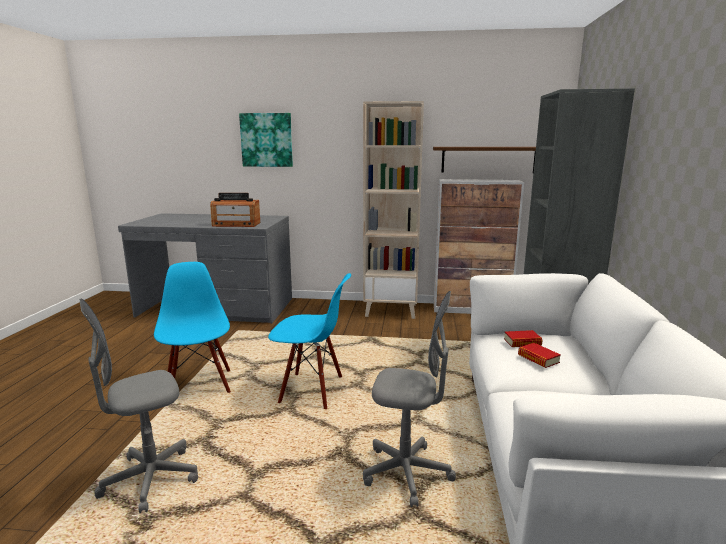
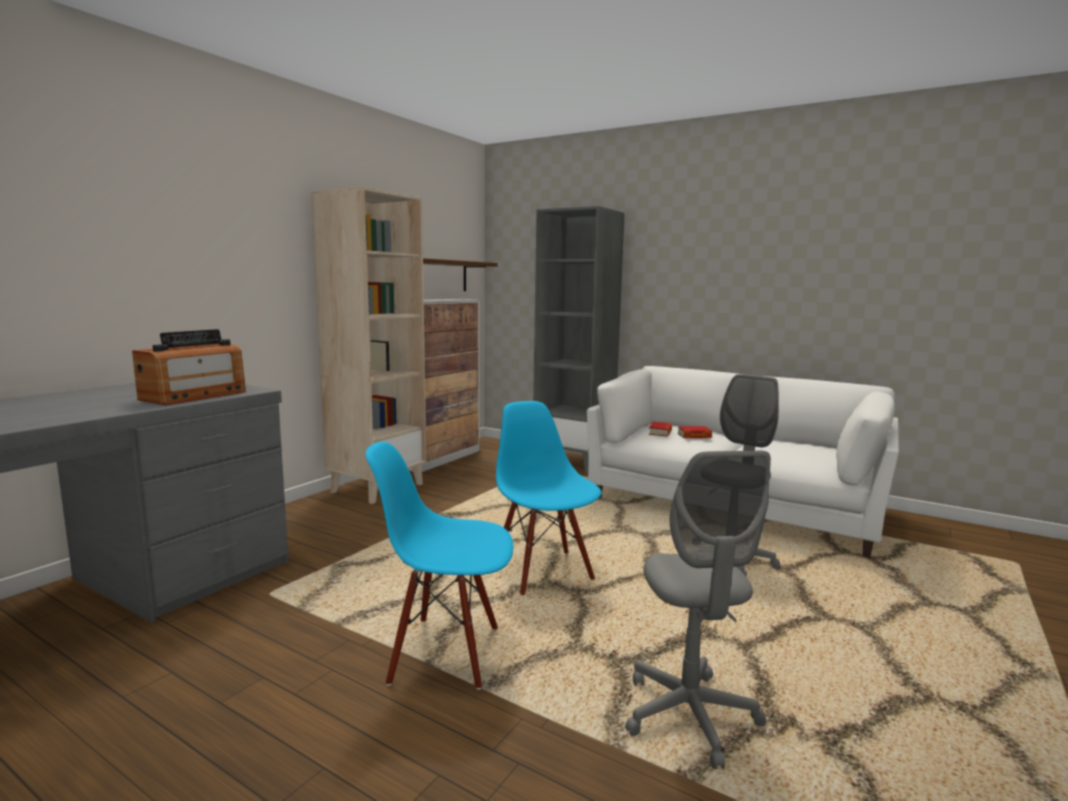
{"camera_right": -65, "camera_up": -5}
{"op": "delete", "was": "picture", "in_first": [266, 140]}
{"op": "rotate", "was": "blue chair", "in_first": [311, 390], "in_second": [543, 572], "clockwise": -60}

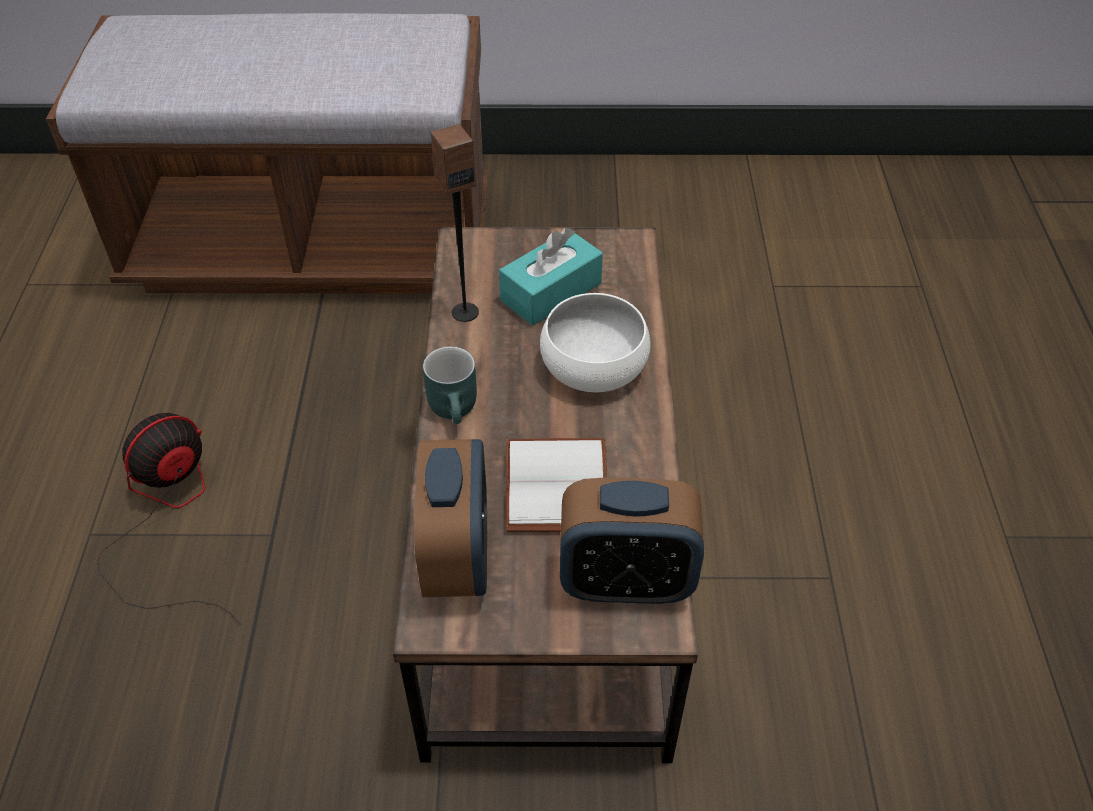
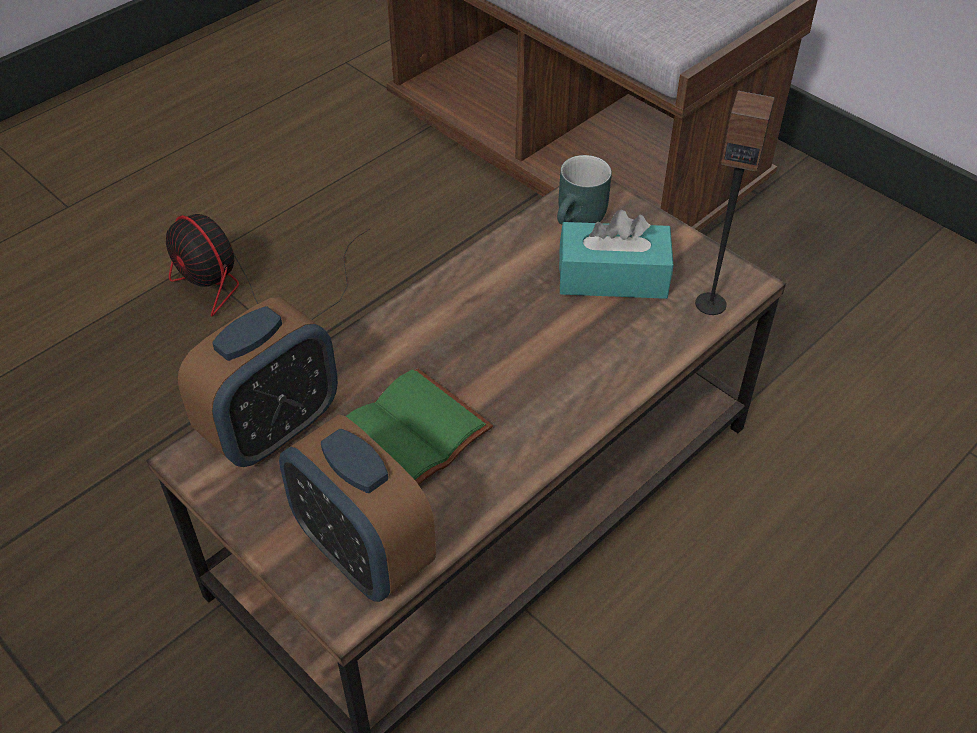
{"camera_right": 45, "camera_up": 0}
{"op": "move", "was": "speaker", "in_first": [465, 312], "in_second": [711, 303]}
{"op": "delete", "was": "white bowl", "in_first": [594, 366]}
{"op": "move", "was": "turquoise mug", "in_first": [457, 409], "in_second": [581, 220]}
{"op": "rotate", "was": "fan", "in_first": [169, 518], "in_second": [249, 288], "clockwise": -135}
{"op": "recolor", "was": "white book", "now": "green book", "in_first": [560, 488], "in_second": [411, 438]}

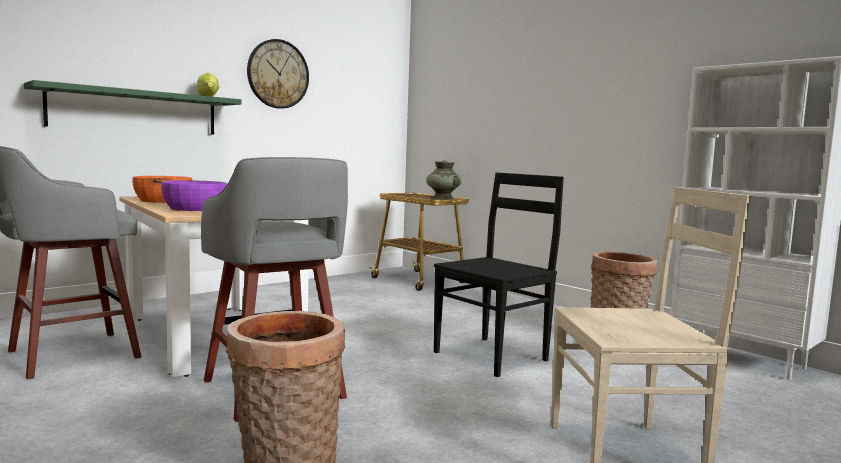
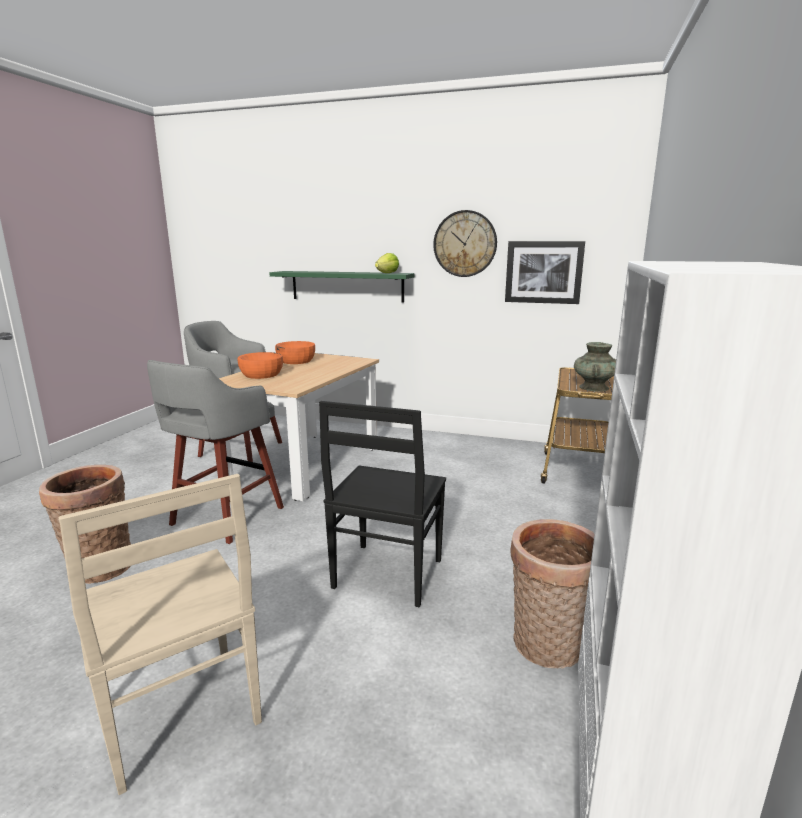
{"camera_right": 60, "camera_up": 10}
{"op": "rotate", "was": "black chair", "in_first": [492, 355], "in_second": [386, 575], "clockwise": 90}
{"op": "recolor", "was": "purple bowl", "now": "orange bowl", "in_first": [194, 208], "in_second": [261, 374]}
{"op": "insert", "now": "picture", "in_second": [543, 272]}

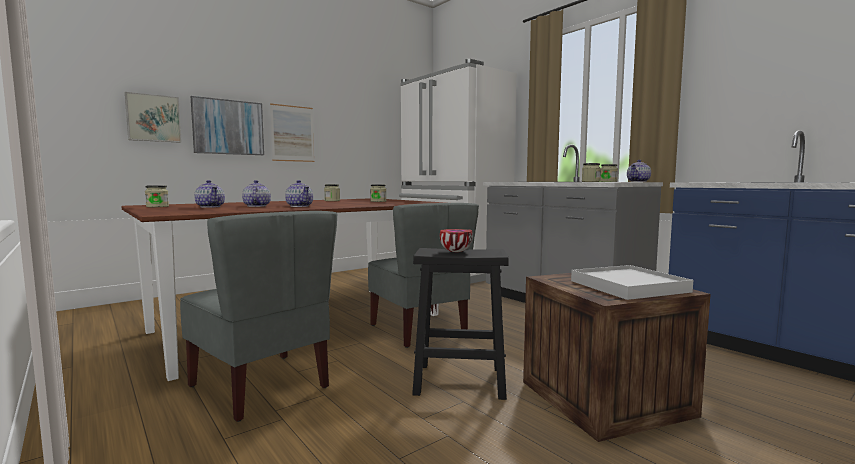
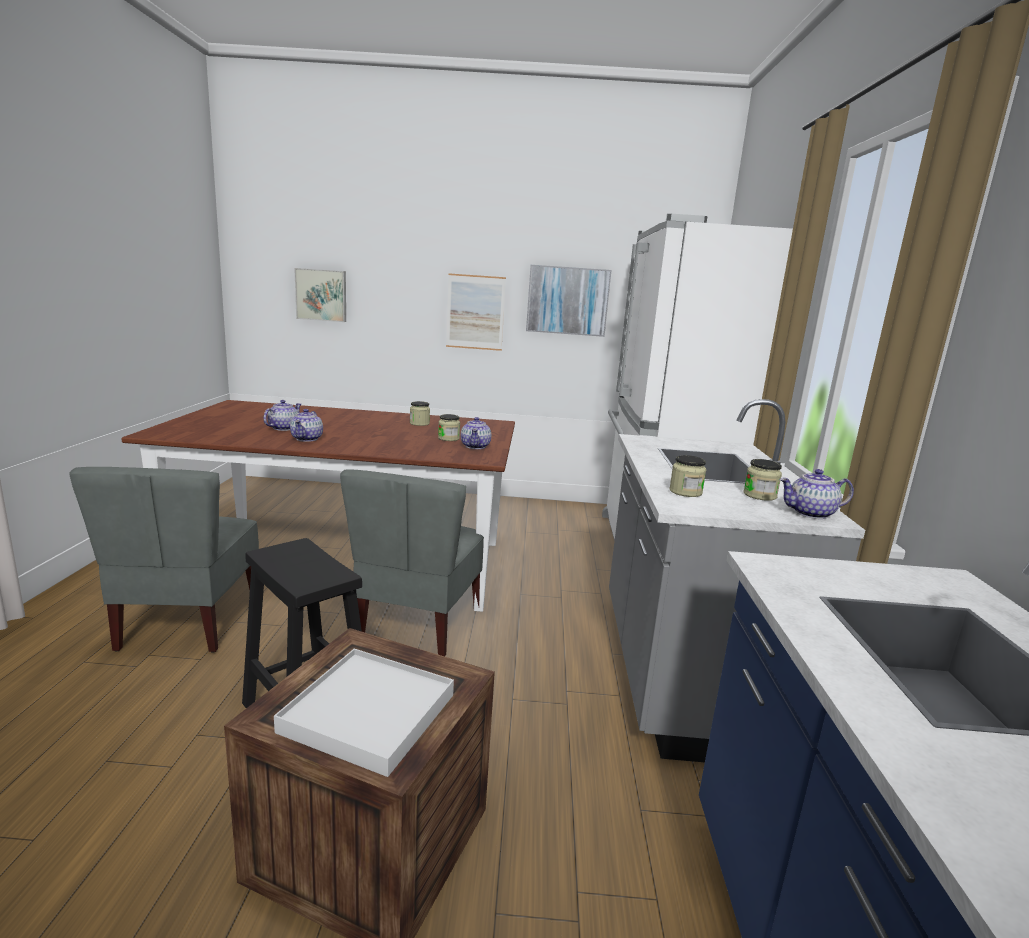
{"camera_right": 40, "camera_up": 10}
{"op": "move", "was": "picture", "in_first": [228, 127], "in_second": [567, 301]}
{"op": "move", "was": "teapot", "in_first": [210, 207], "in_second": [475, 446]}
{"op": "delete", "was": "jar", "in_first": [157, 206]}
{"op": "delete", "was": "bowl", "in_first": [455, 251]}

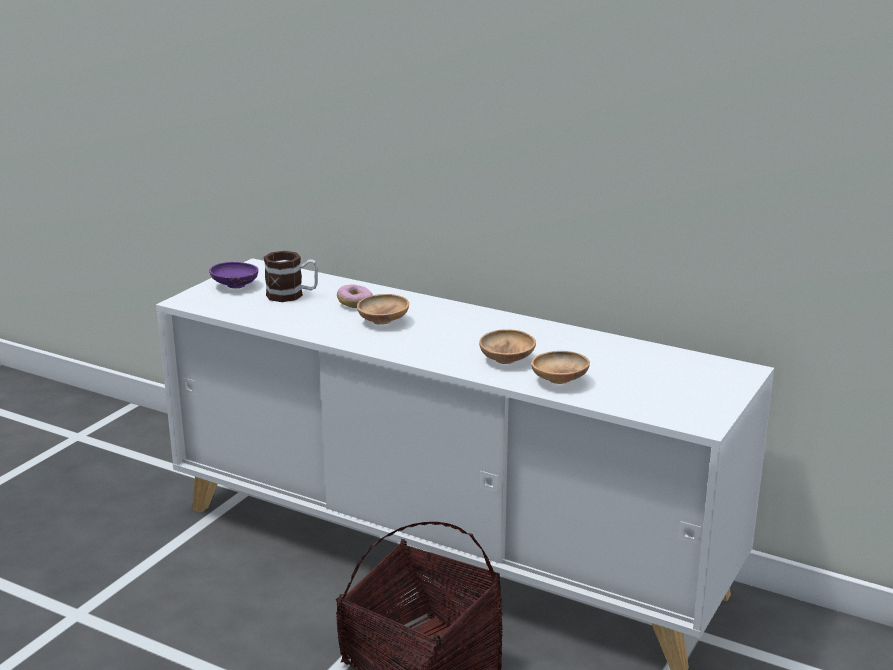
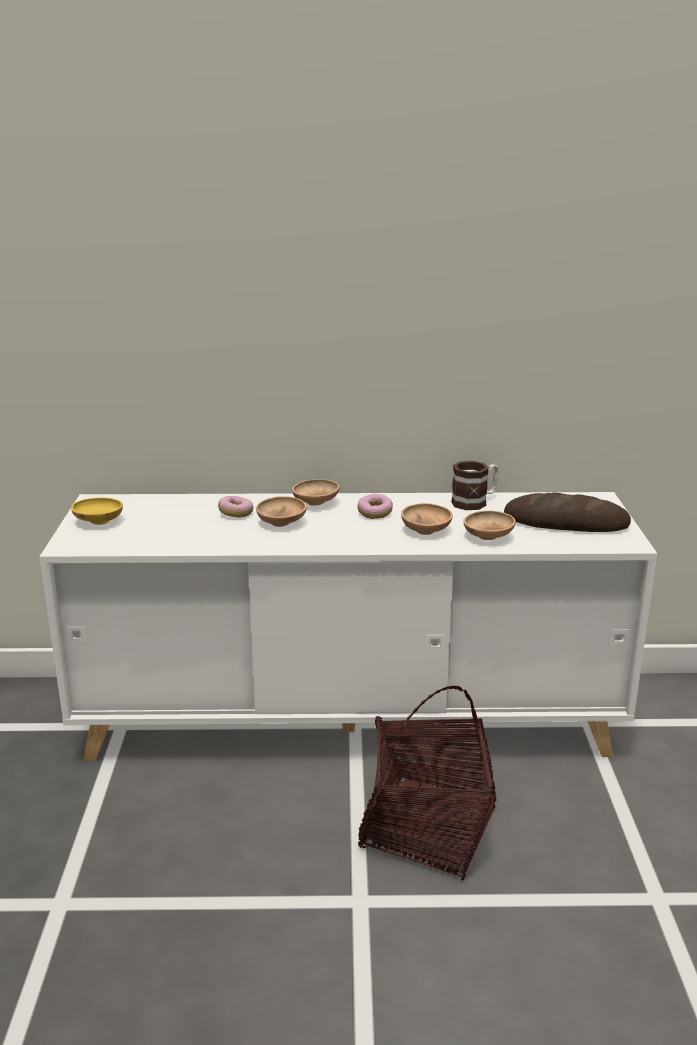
{"camera_right": -30, "camera_up": 0}
{"op": "move", "was": "mug", "in_first": [292, 295], "in_second": [475, 502]}
{"op": "recolor", "was": "purple bowl", "now": "yellow bowl", "in_first": [234, 285], "in_second": [98, 522]}
{"op": "insert", "now": "brown bowl", "in_second": [315, 503]}
{"op": "insert", "now": "bread", "in_second": [565, 522]}
{"op": "insert", "now": "donut", "in_second": [374, 513]}

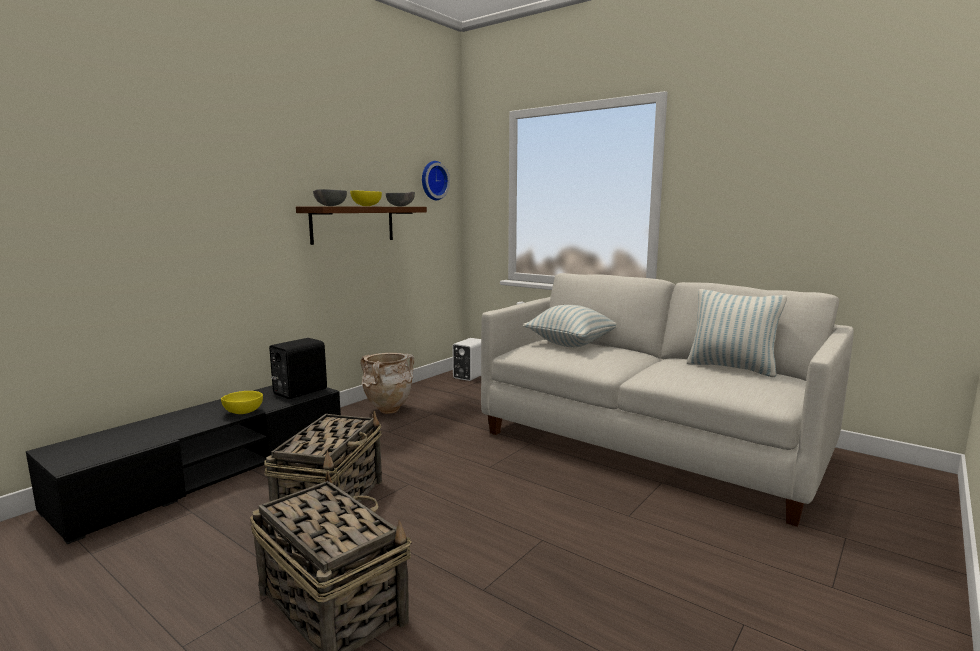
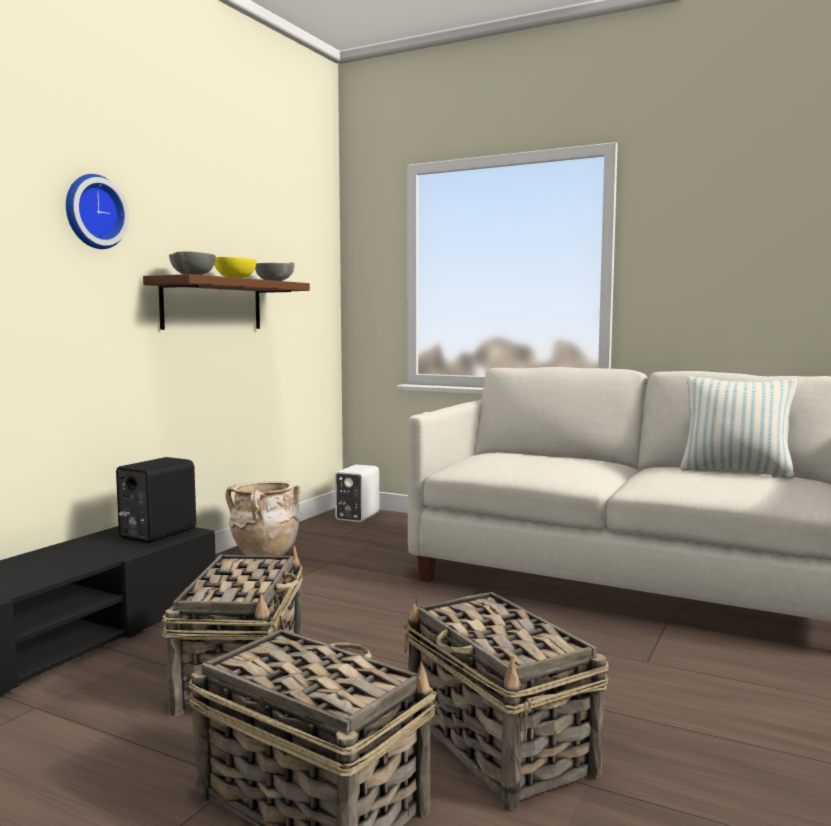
{"camera_right": -10, "camera_up": -5}
{"op": "move", "was": "wall clock", "in_first": [433, 180], "in_second": [93, 212]}
{"op": "delete", "was": "pillow", "in_first": [571, 344]}
{"op": "delete", "was": "yellow bowl", "in_first": [242, 412]}
{"op": "insert", "now": "basket", "in_second": [500, 746]}

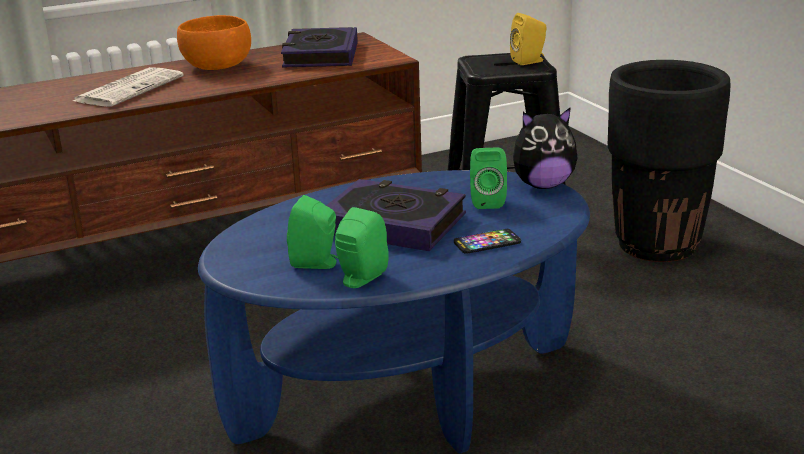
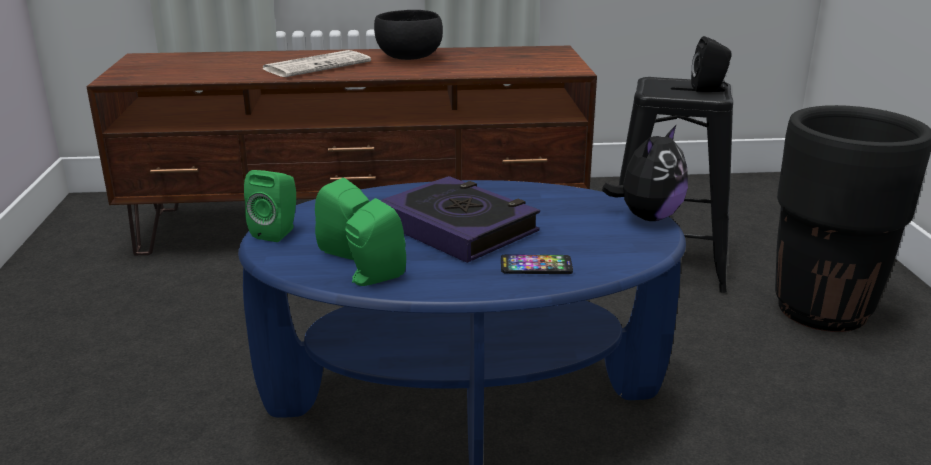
{"camera_right": 20, "camera_up": 0}
{"op": "recolor", "was": "yellow speaker", "now": "black speaker", "in_first": [529, 61], "in_second": [710, 89]}
{"op": "recolor", "was": "orange bowl", "now": "black bowl", "in_first": [218, 67], "in_second": [409, 58]}
{"op": "delete", "was": "book", "in_first": [320, 55]}
{"op": "rotate", "was": "plush toy", "in_first": [543, 185], "in_second": [647, 217], "clockwise": -60}
{"op": "move", "was": "green speaker", "in_first": [487, 201], "in_second": [277, 232]}

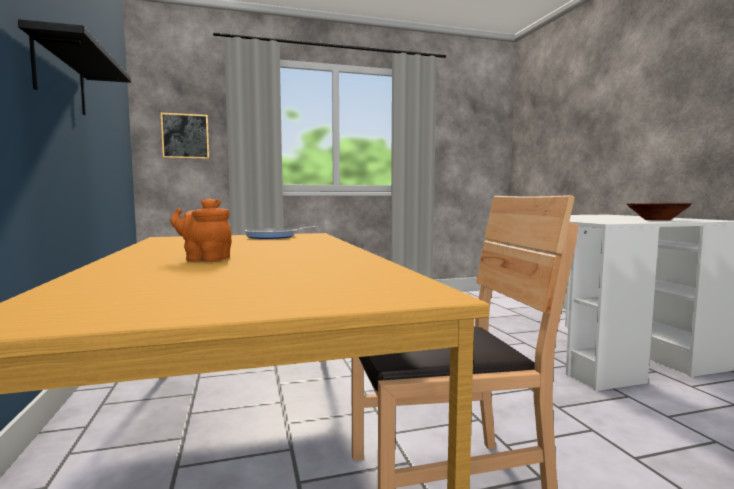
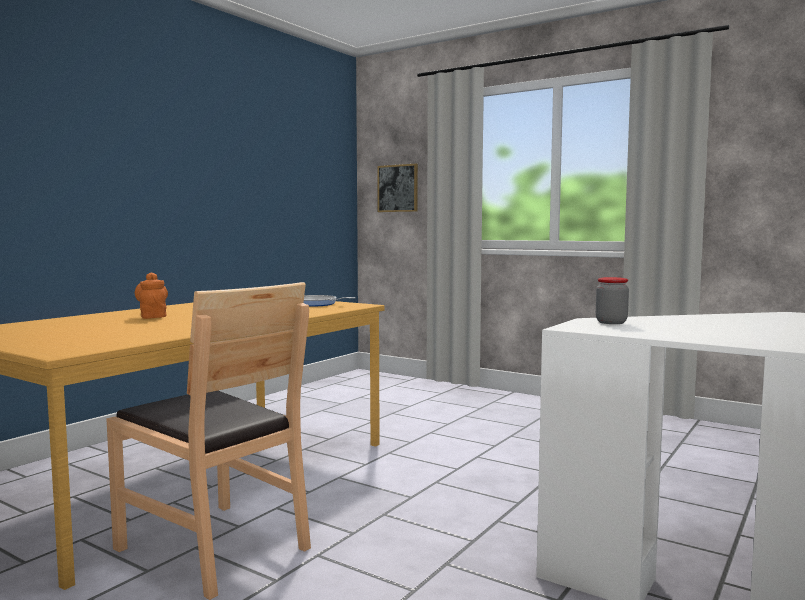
{"camera_right": 50, "camera_up": 0}
{"op": "delete", "was": "black shelf", "in_first": [60, 77]}
{"op": "delete", "was": "brown bowl", "in_first": [657, 220]}
{"op": "insert", "now": "jar", "in_second": [611, 322]}

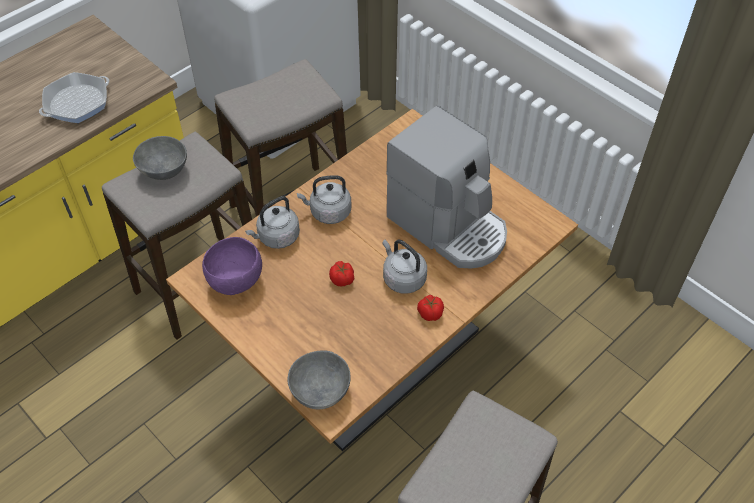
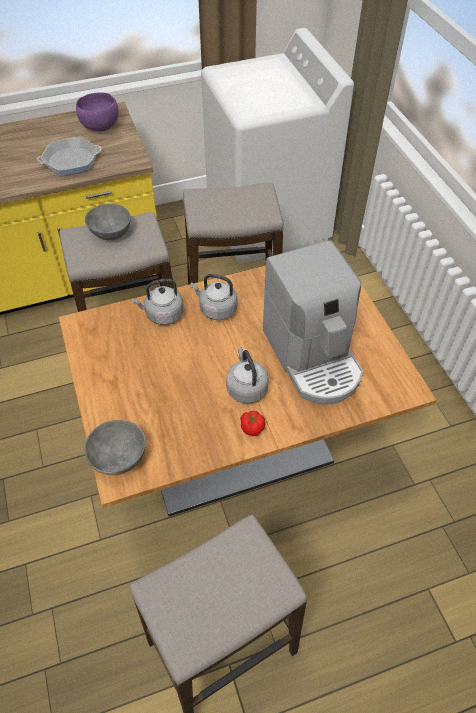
{"camera_right": 25, "camera_up": 0}
{"op": "move", "was": "purple bowl", "in_first": [236, 282], "in_second": [101, 127]}
{"op": "delete", "was": "tomato", "in_first": [342, 280]}

